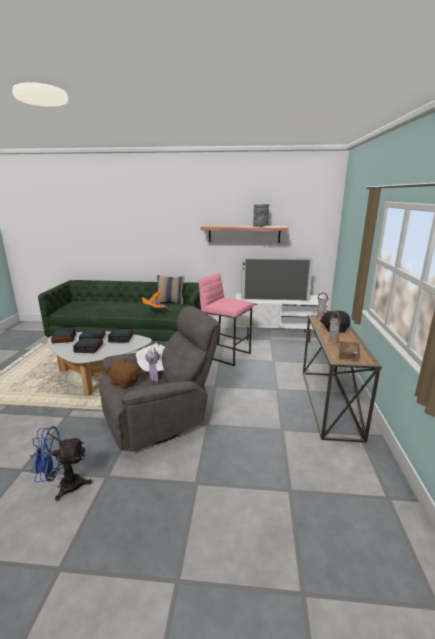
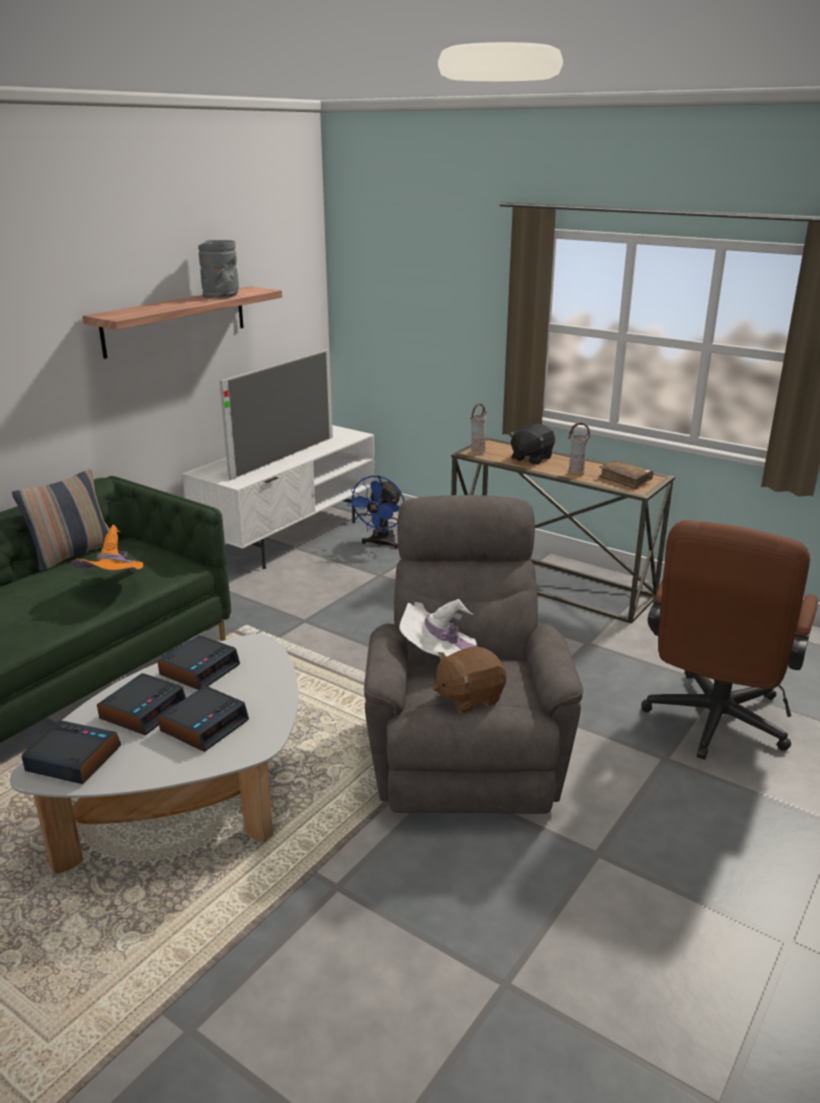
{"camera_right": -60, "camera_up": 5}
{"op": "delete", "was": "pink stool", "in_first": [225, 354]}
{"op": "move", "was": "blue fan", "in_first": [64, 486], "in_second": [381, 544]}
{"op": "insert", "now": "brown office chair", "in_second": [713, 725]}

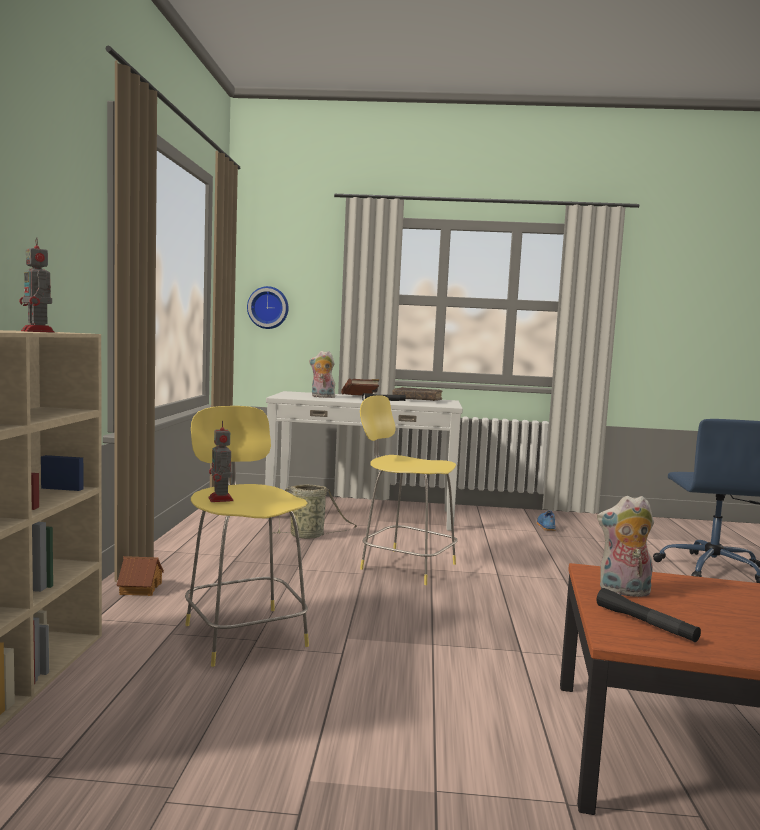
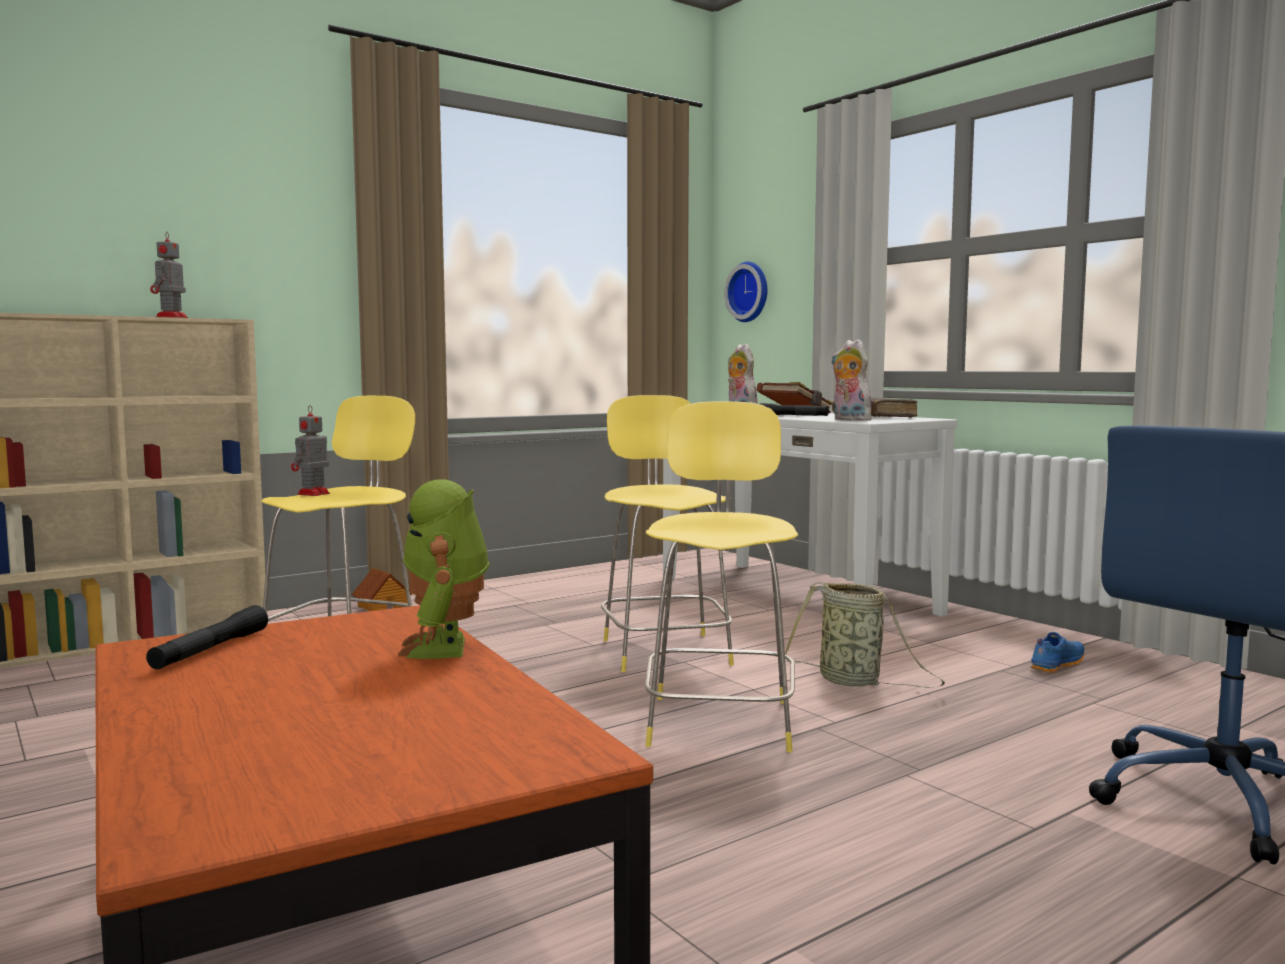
{"camera_right": 50, "camera_up": 0}
{"op": "move", "was": "basket", "in_first": [309, 536], "in_second": [854, 682]}
{"op": "move", "was": "plush toy", "in_first": [623, 592], "in_second": [849, 420]}
{"op": "insert", "now": "yellow stool", "in_second": [720, 720]}
{"op": "insert", "now": "toy robot", "in_second": [445, 648]}

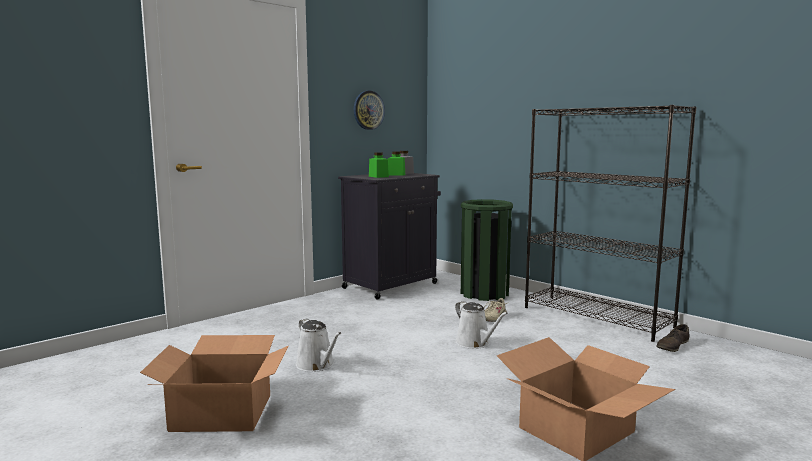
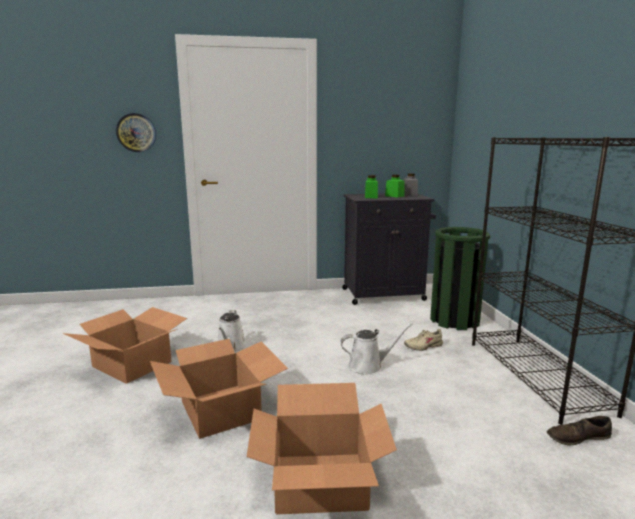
{"camera_right": 35, "camera_up": 5}
{"op": "move", "was": "wall clock", "in_first": [368, 110], "in_second": [136, 132]}
{"op": "rotate", "was": "white watering can", "in_first": [475, 343], "in_second": [368, 366], "clockwise": -105}
{"op": "insert", "now": "cardboard box", "in_second": [221, 410]}

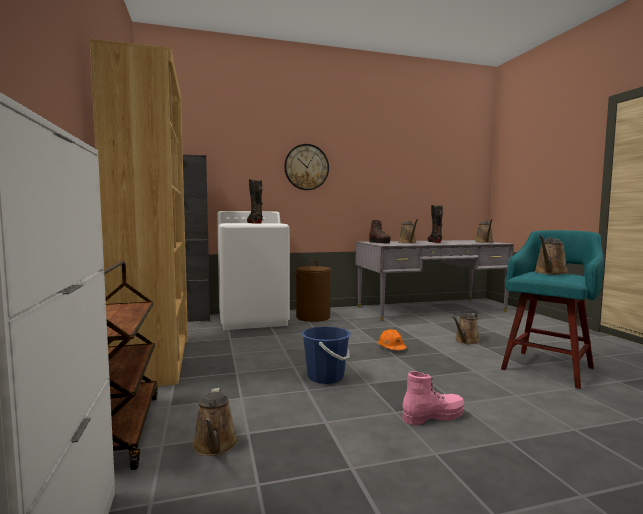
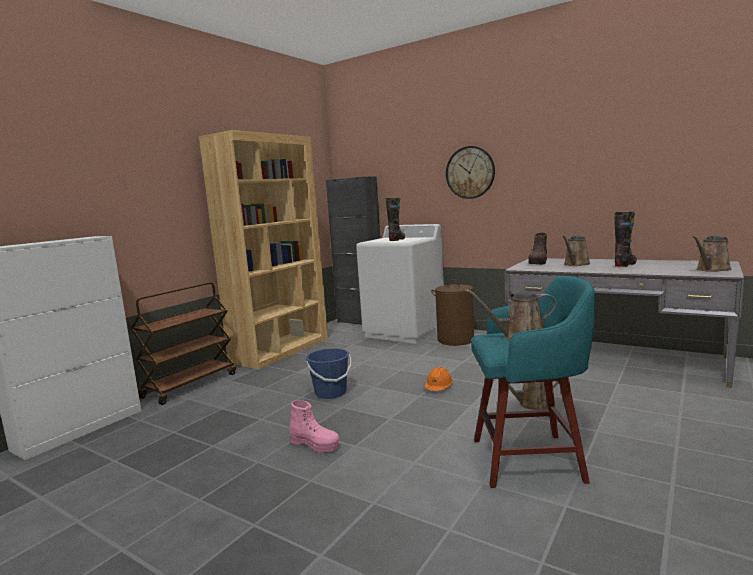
{"camera_right": 50, "camera_up": 5}
{"op": "delete", "was": "brown watering can", "in_first": [215, 446]}

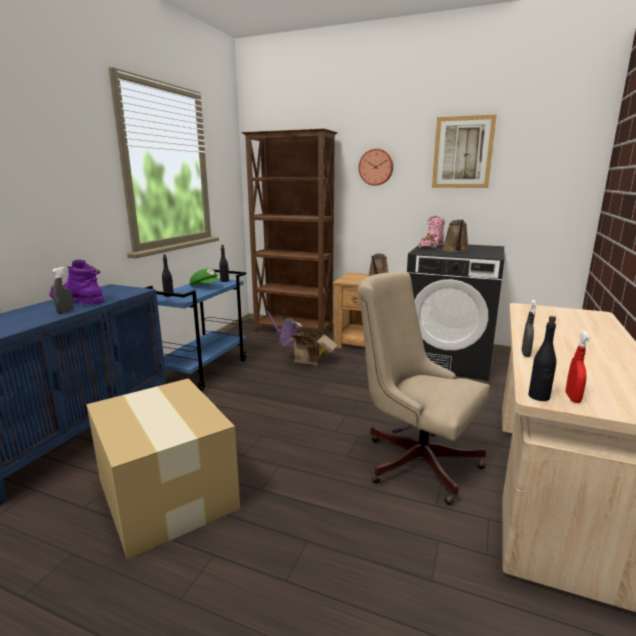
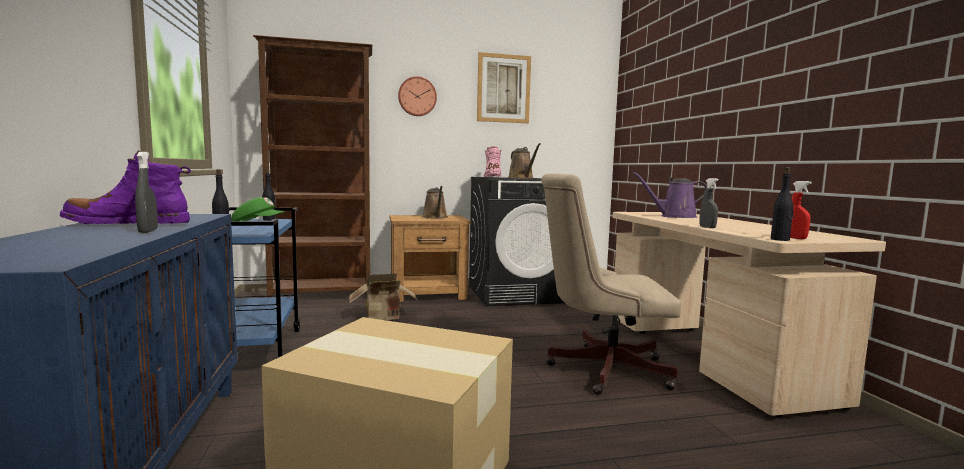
{"camera_right": -35, "camera_up": -10}
{"op": "move", "was": "purple watering can", "in_first": [287, 341], "in_second": [674, 216]}

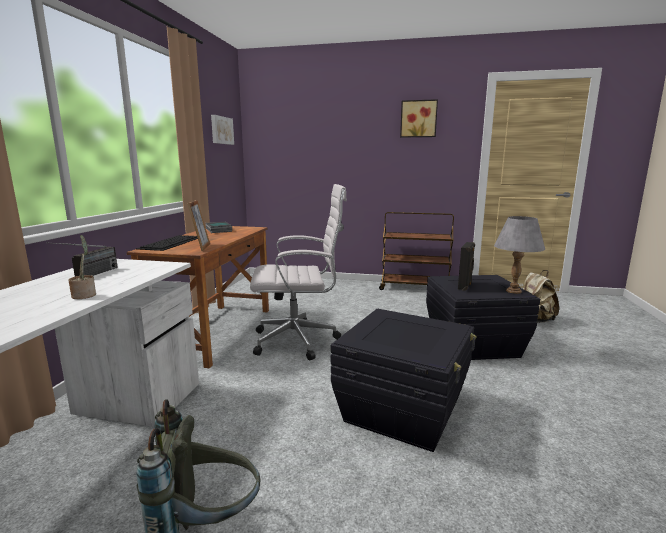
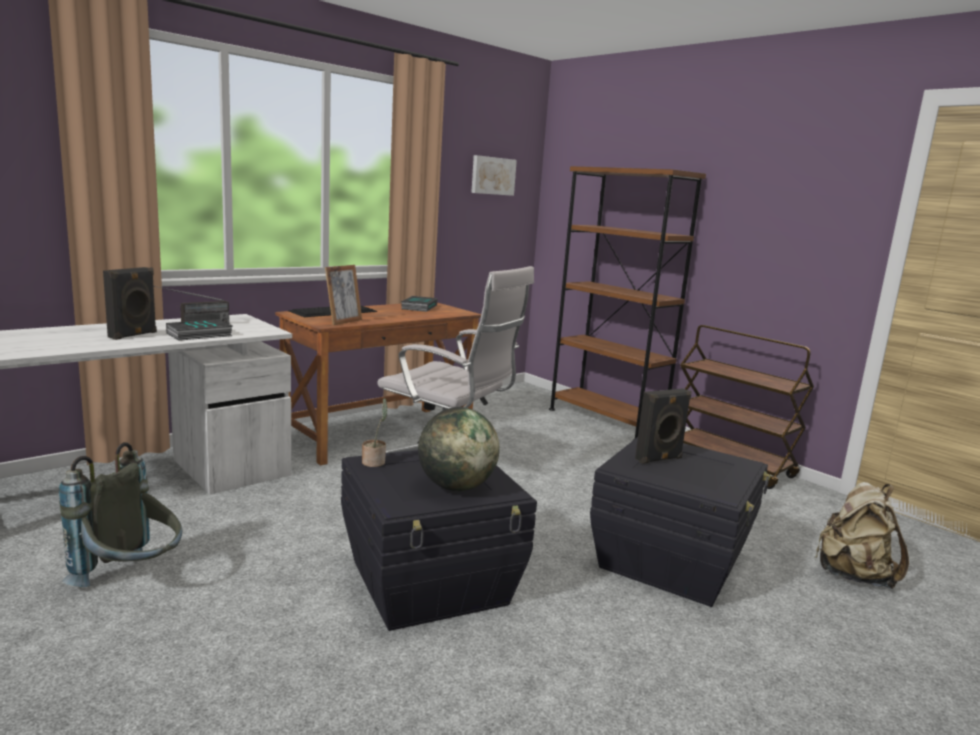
{"camera_right": 35, "camera_up": 0}
{"op": "delete", "was": "picture", "in_first": [418, 119]}
{"op": "delete", "was": "grey table lamp", "in_first": [513, 291]}
{"op": "move", "was": "potted plant", "in_first": [85, 295], "in_second": [374, 462]}
{"op": "insert", "now": "brown bookcase", "in_second": [605, 420]}
{"op": "insert", "now": "black speaker", "in_second": [134, 335]}
{"op": "insert", "now": "book", "in_second": [199, 335]}
{"op": "insert", "now": "globe", "in_second": [456, 487]}

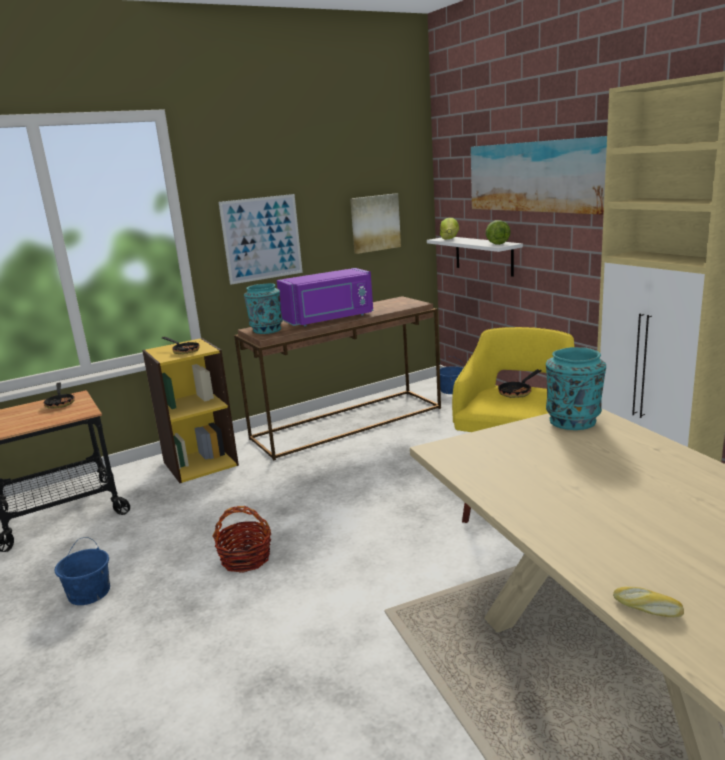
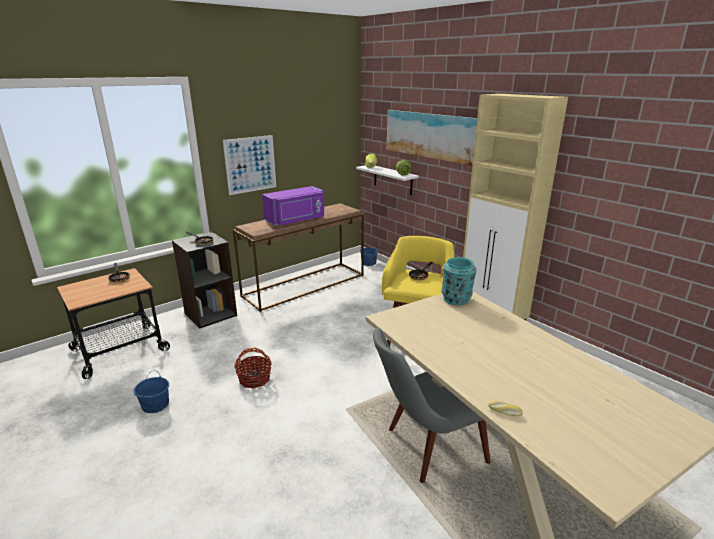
{"camera_right": -10, "camera_up": 5}
{"op": "delete", "was": "picture", "in_first": [375, 223]}
{"op": "delete", "was": "turquoise vase", "in_first": [266, 330]}
{"op": "recolor", "was": "yellow bookcase", "now": "black bookcase", "in_first": [200, 463], "in_second": [210, 314]}
{"op": "insert", "now": "grey chair", "in_second": [425, 448]}

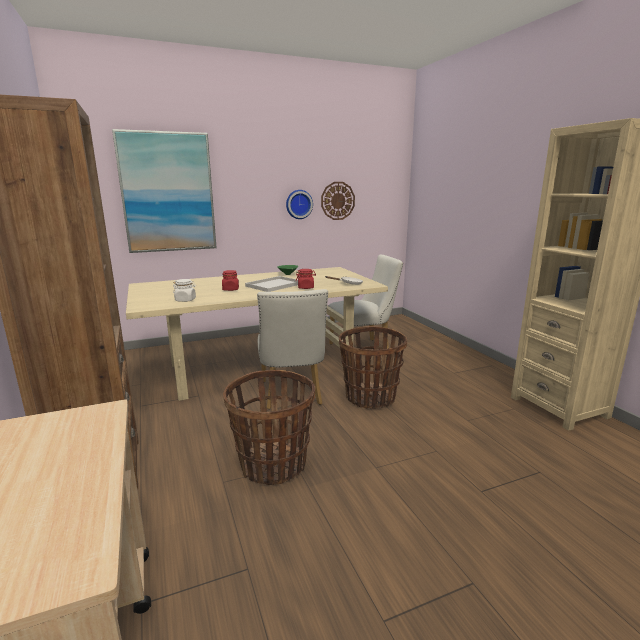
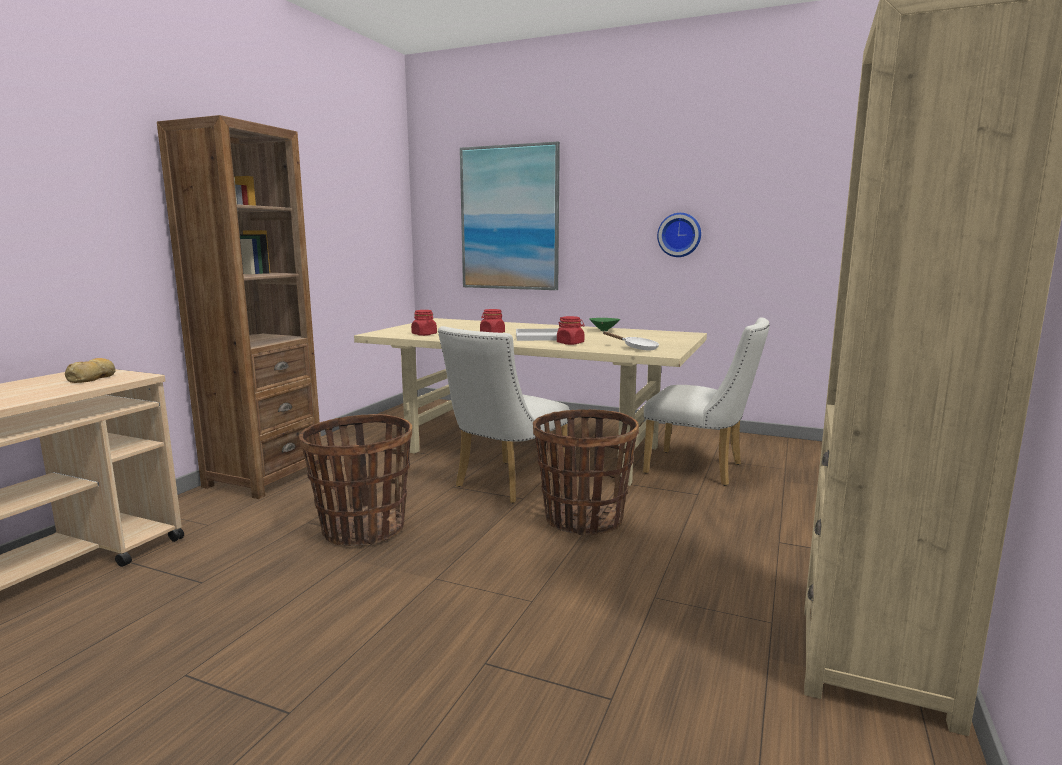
{"camera_right": 45, "camera_up": -5}
{"op": "delete", "was": "wall clock", "in_first": [337, 201]}
{"op": "recolor", "was": "white jar", "now": "red jar", "in_first": [185, 300], "in_second": [424, 334]}
{"op": "insert", "now": "bread", "in_second": [93, 378]}

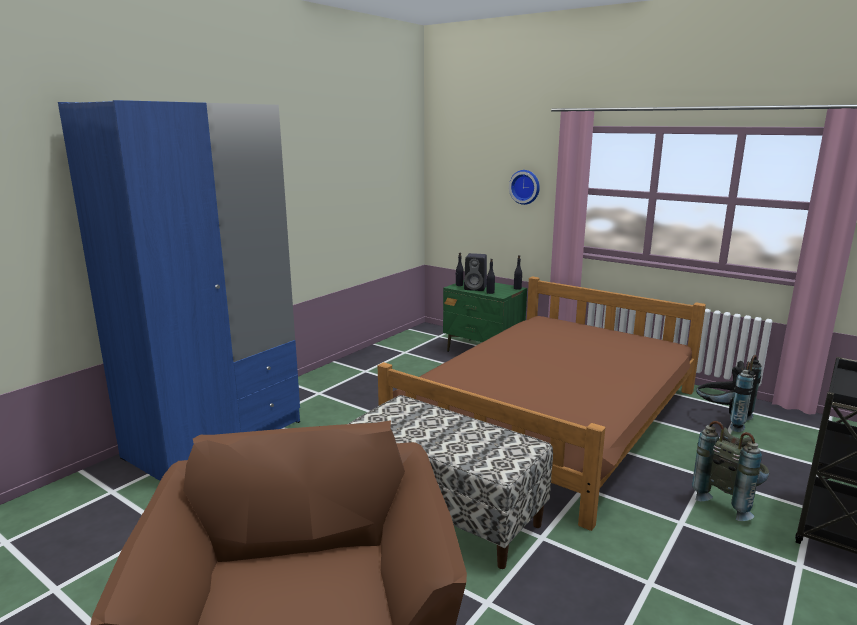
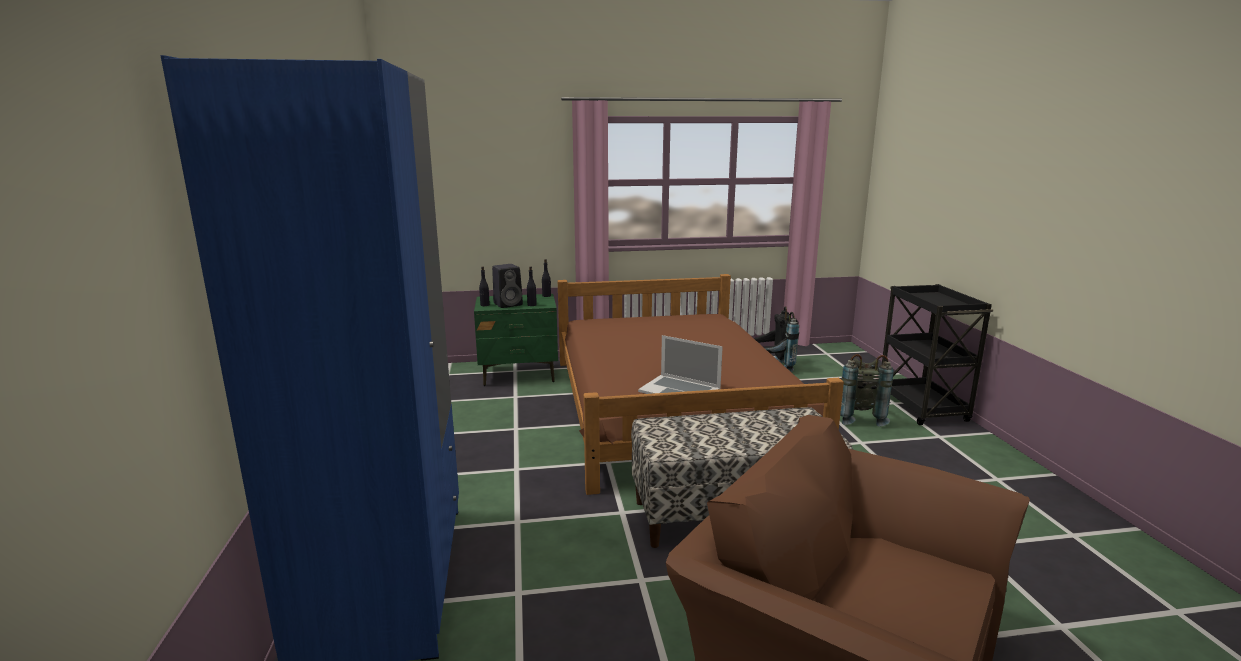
{"camera_right": -45, "camera_up": 0}
{"op": "delete", "was": "wall clock", "in_first": [525, 187]}
{"op": "insert", "now": "laptop", "in_second": [680, 390]}

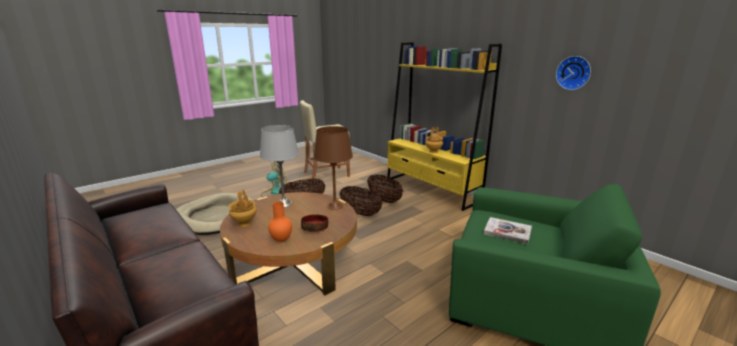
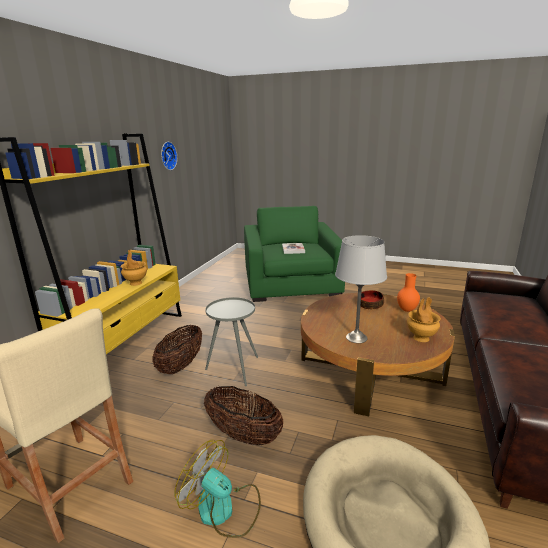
{"camera_right": -120, "camera_up": 0}
{"op": "delete", "was": "brown table lamp", "in_first": [334, 206]}
{"op": "replace", "was": "basket", "now": "grey side table", "in_first": [360, 213], "in_second": [234, 369]}

